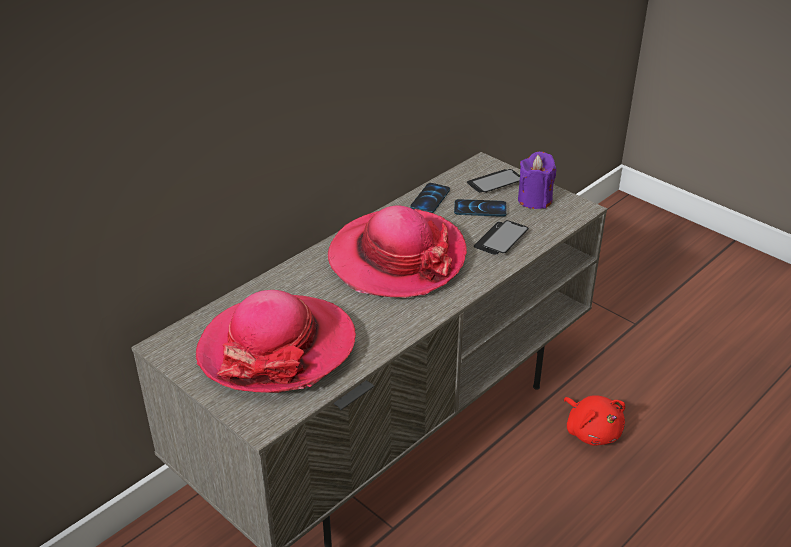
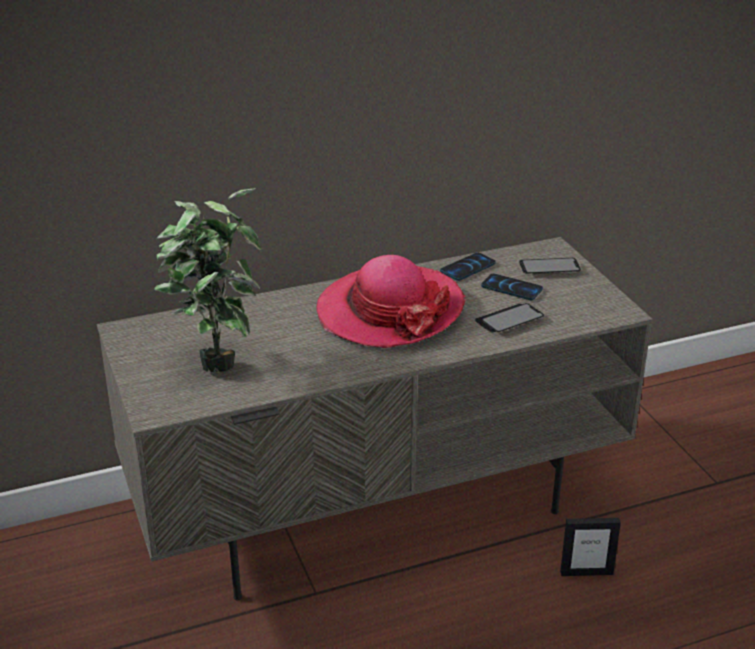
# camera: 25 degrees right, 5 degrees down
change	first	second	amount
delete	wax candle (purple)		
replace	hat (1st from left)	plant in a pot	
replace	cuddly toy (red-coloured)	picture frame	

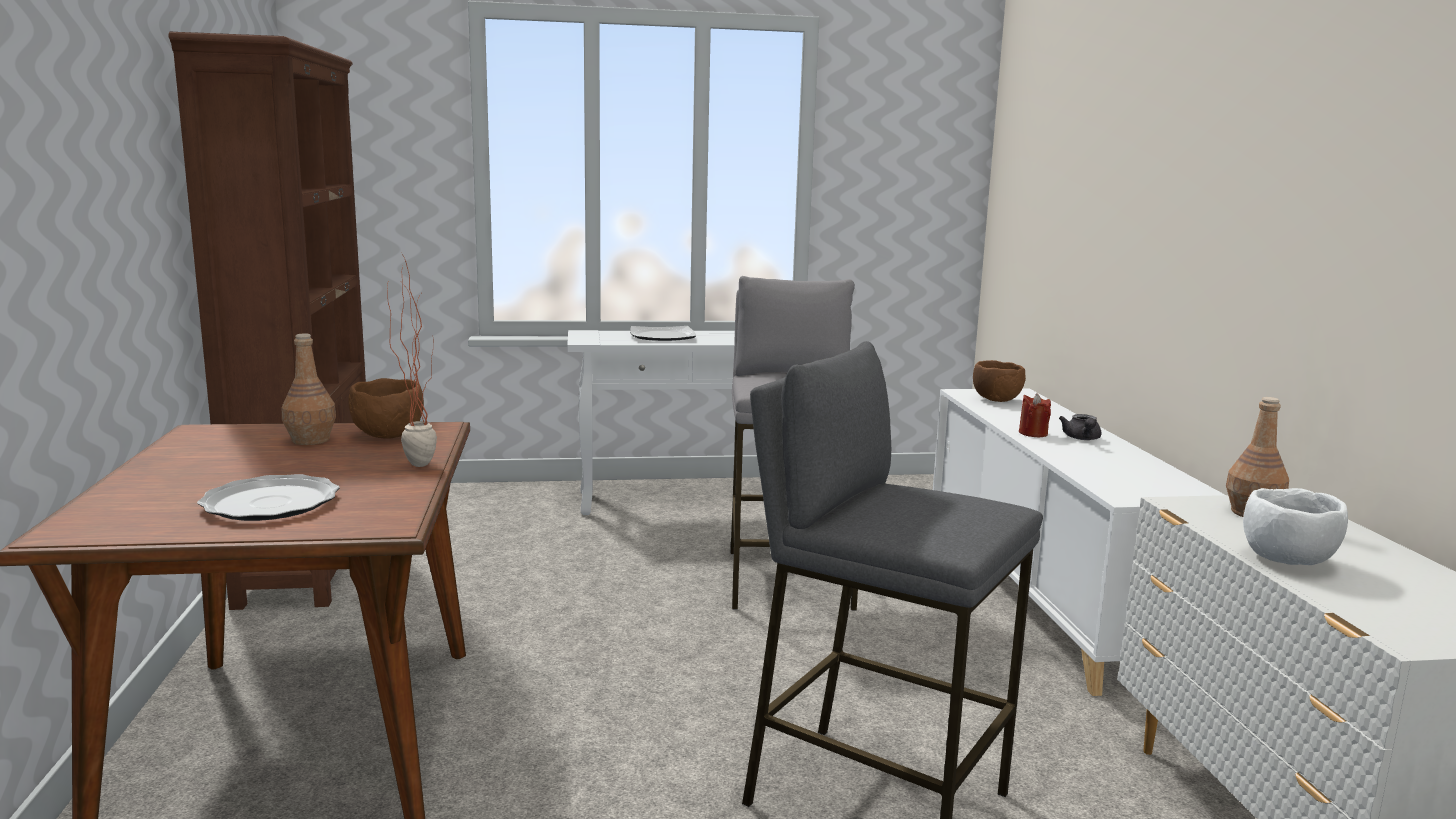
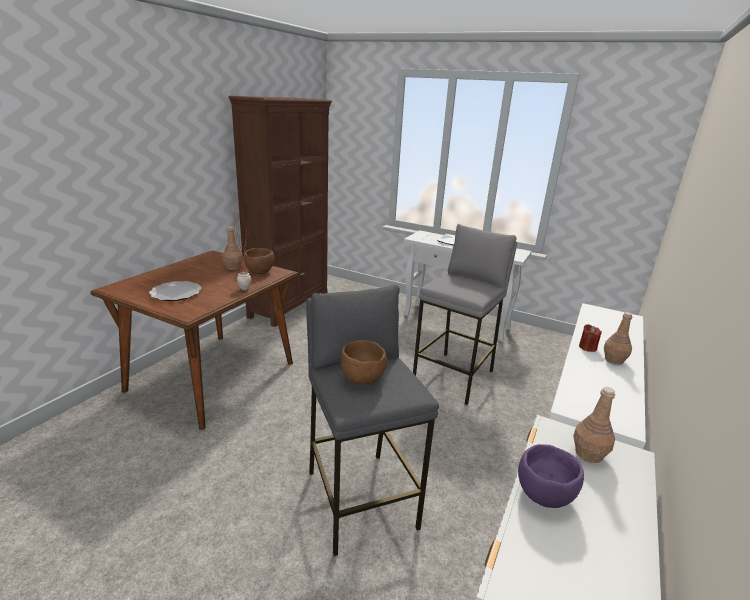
# camera: 35 degrees right, 10 degrees up
change	first	second	amount
move	deep dish (brown-coloured) (2nd from left)		
replace	teapot (grey)	beverage bottle (brown-coloured) (3rd from left)	
recolor	deep dish (white-coloured)	deep dish (purple)	

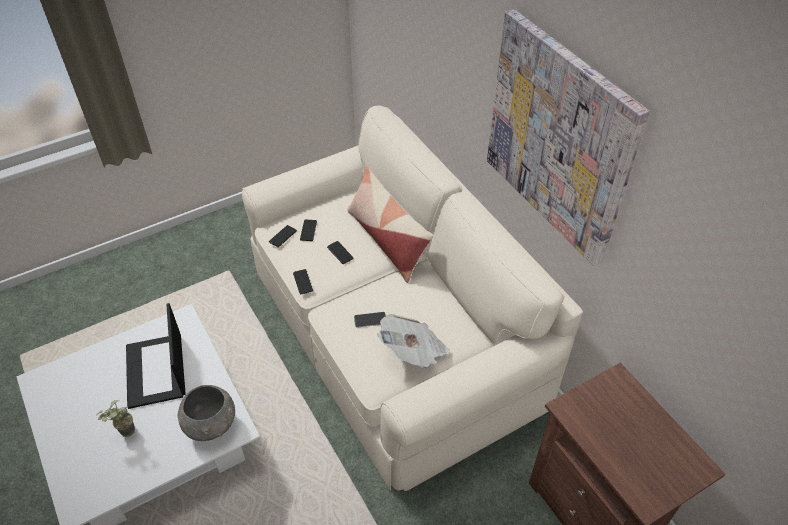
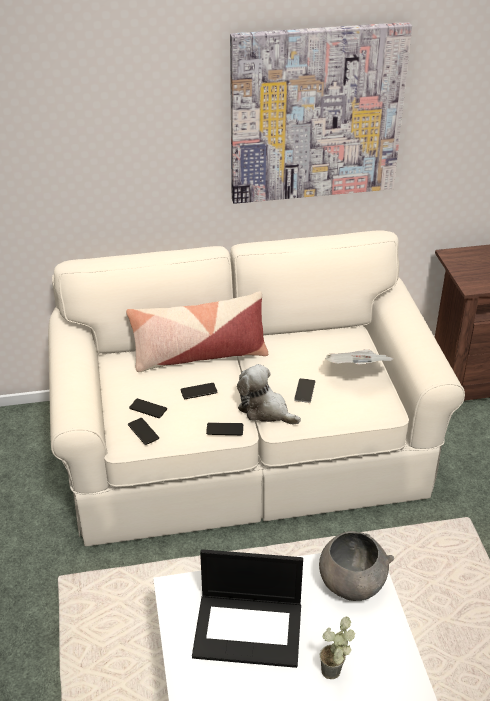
# camera: 70 degrees left, 10 degrees down
change	first	second	amount
insert		cuddly toy	

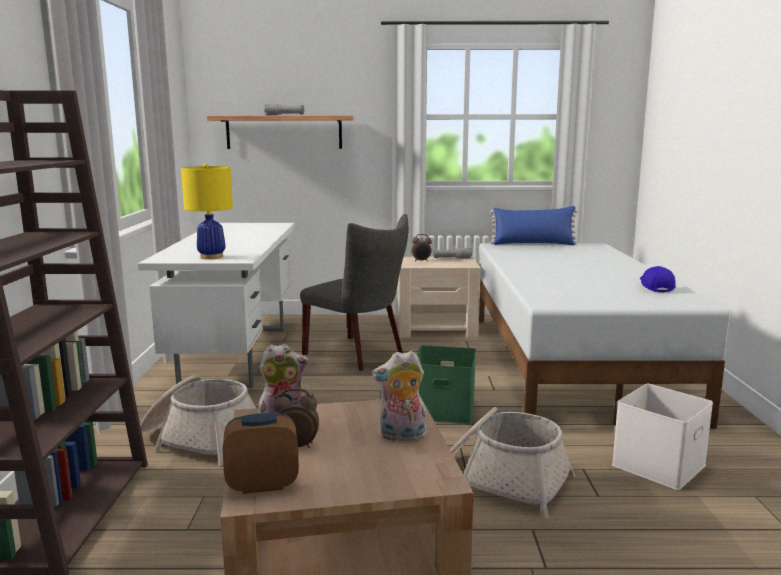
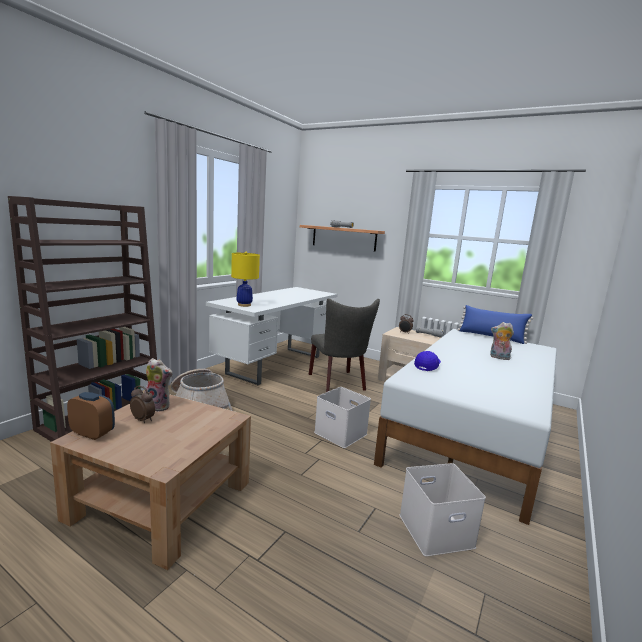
# camera: 30 degrees right, 0 degrees up
change	first	second	amount
delete	basket (2nd from left)		
move	cuddly toy (2nd from left)		
move	baseball cap (bluish)		
recolor	storage box (greenish)	storage box (white-coloured) (1st from left)	

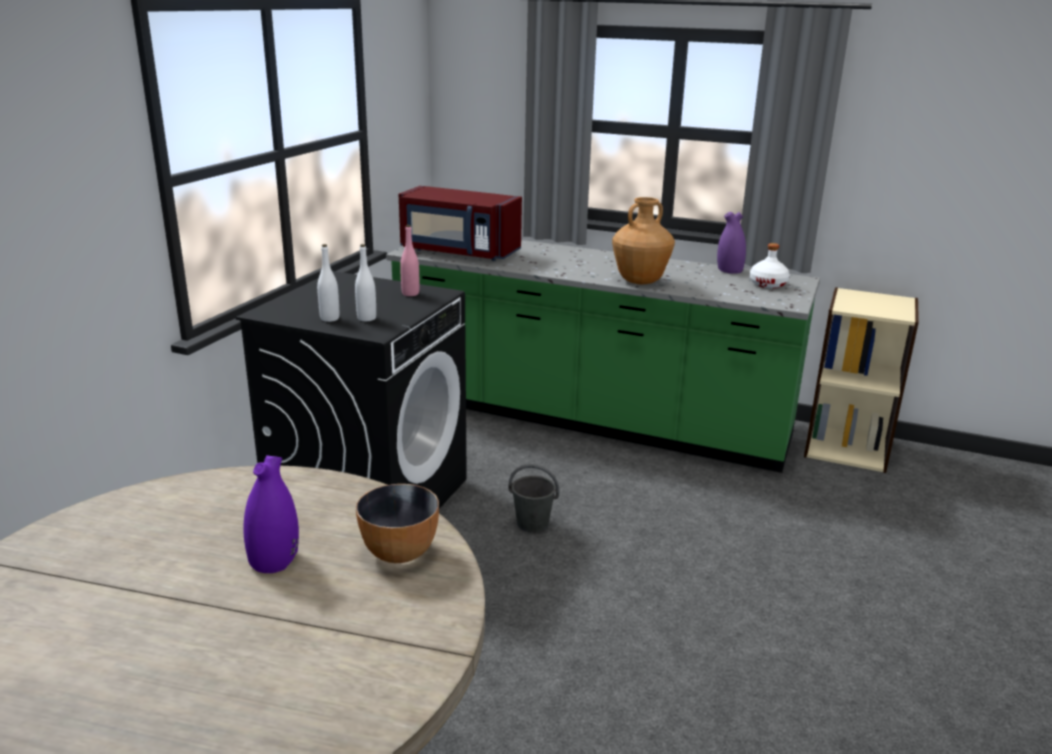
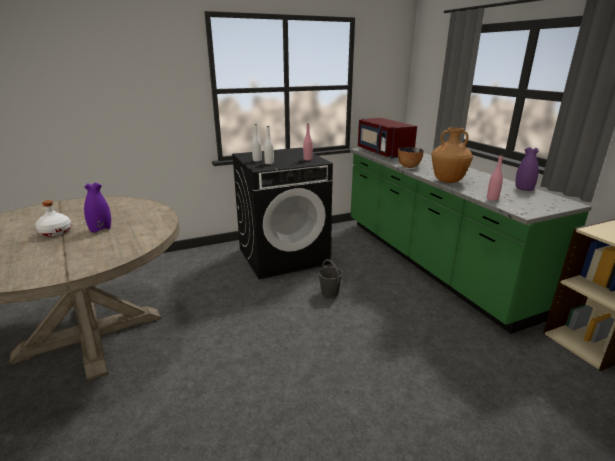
# camera: 45 degrees right, 0 degrees up
change	first	second	amount
insert		beverage bottle (pink) (2nd from left)	
move	deep dish		
move	beverage bottle (white-coloured) (3rd from left in the first image)	beverage bottle (white-coloured) (1st from left)	

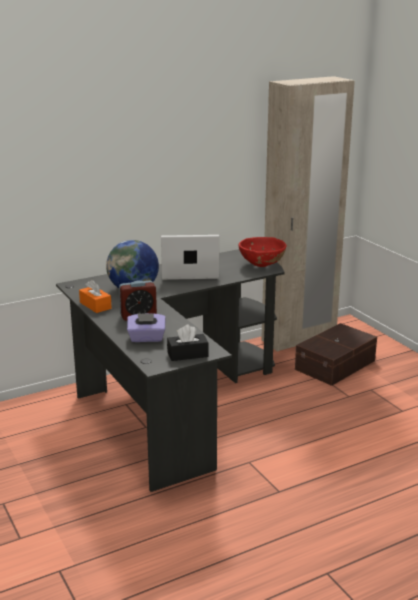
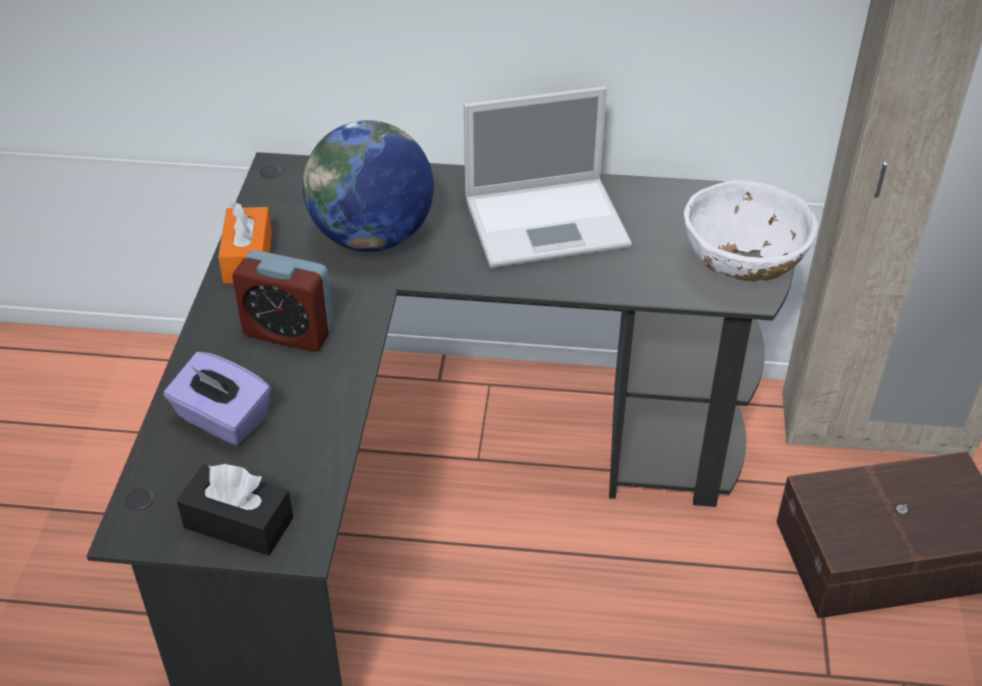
# camera: 35 degrees right, 20 degrees up
change	first	second	amount
recolor	deep dish (red-coloured)	deep dish (white-coloured)	
rotate	portable computer		135 degrees clockwise

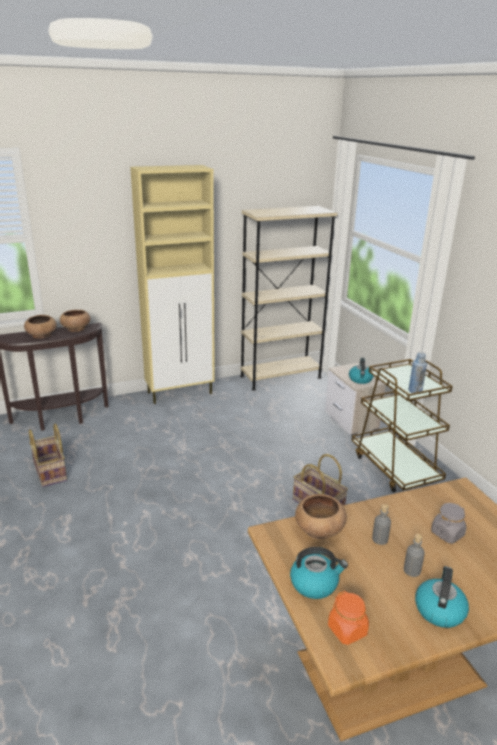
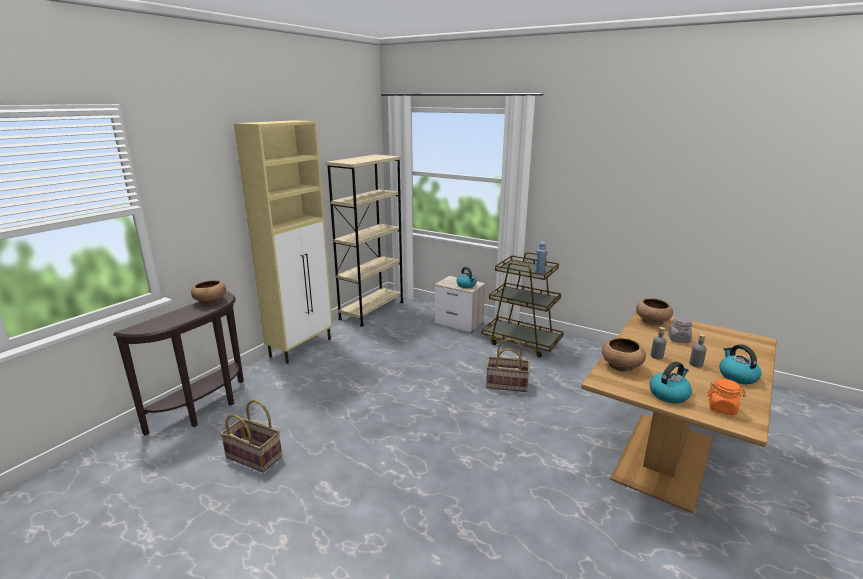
# camera: 35 degrees left, 5 degrees down
change	first	second	amount
move	deep dish (brown-coloured) (1st from left in the first image)	deep dish (brown-coloured) (3rd from left)	

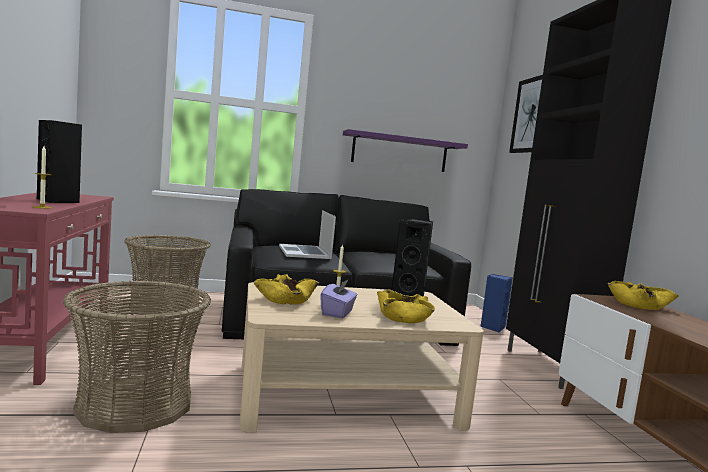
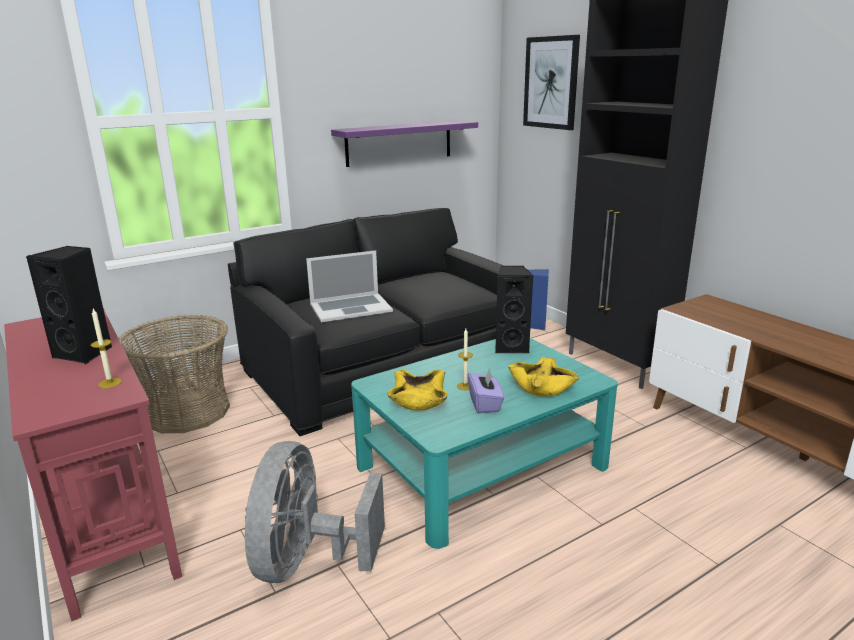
# camera: 20 degrees left, 15 degrees up
change	first	second	amount
delete	deep dish (yellowish) (3rd from left)		
replace	basket (1st from left)	electric fan (grey)	
recolor	low table (beige)	low table (blue-green)	
rotate	portable computer		75 degrees counterclockwise

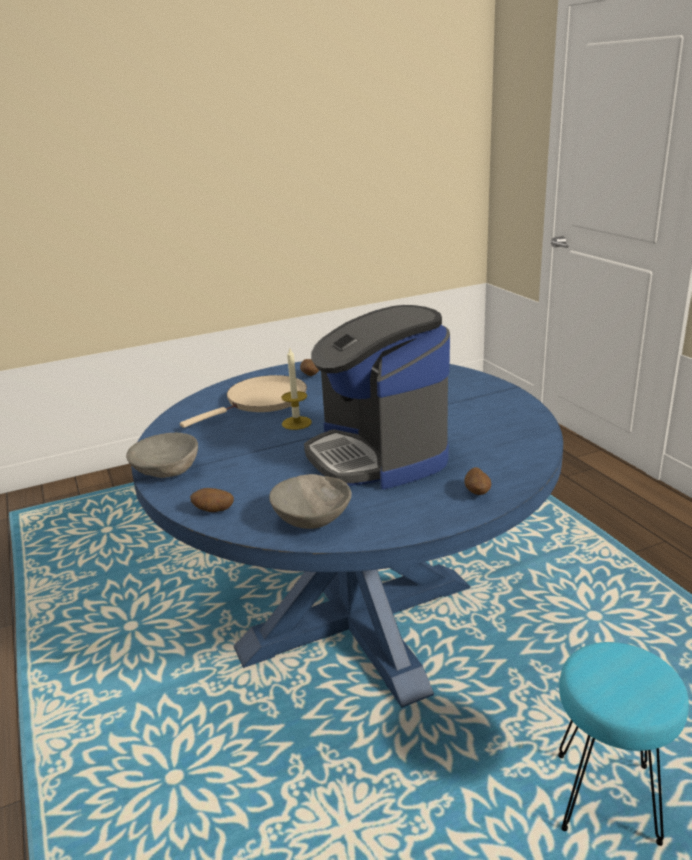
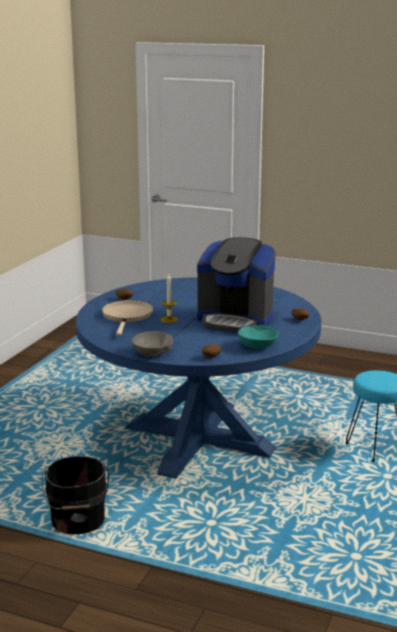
# camera: 45 degrees left, 5 degrees down
change	first	second	amount
insert		water bucket (blackish)	
recolor	deep dish (grey) (2nd from left)	deep dish (blue-green)	

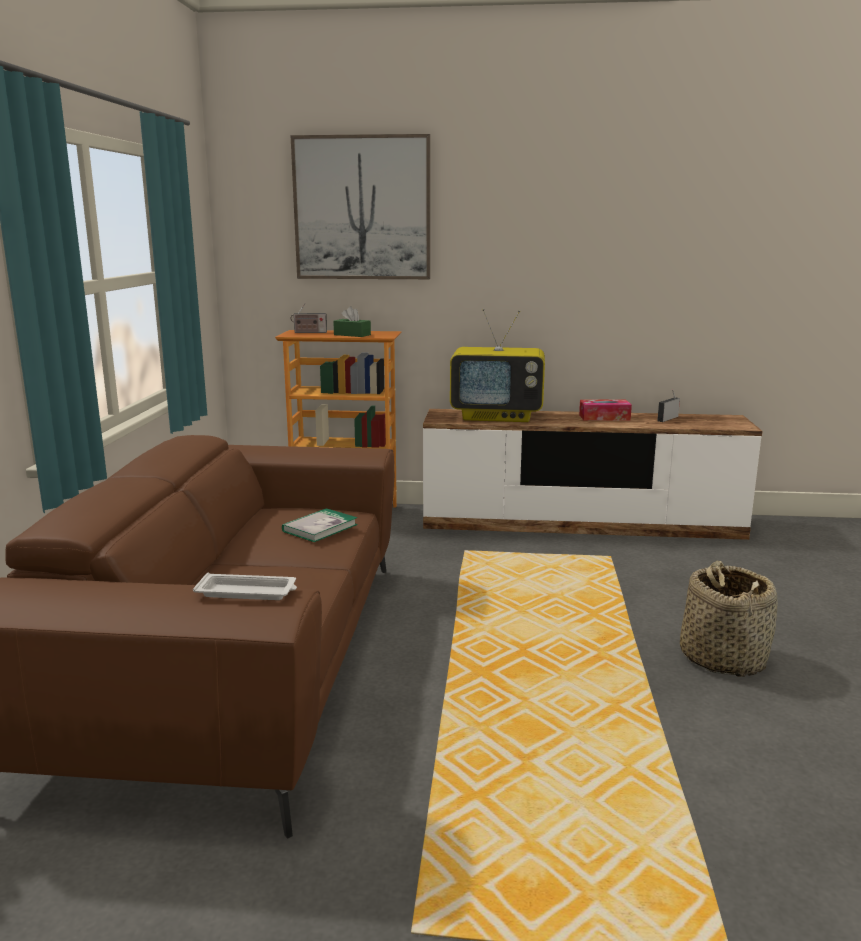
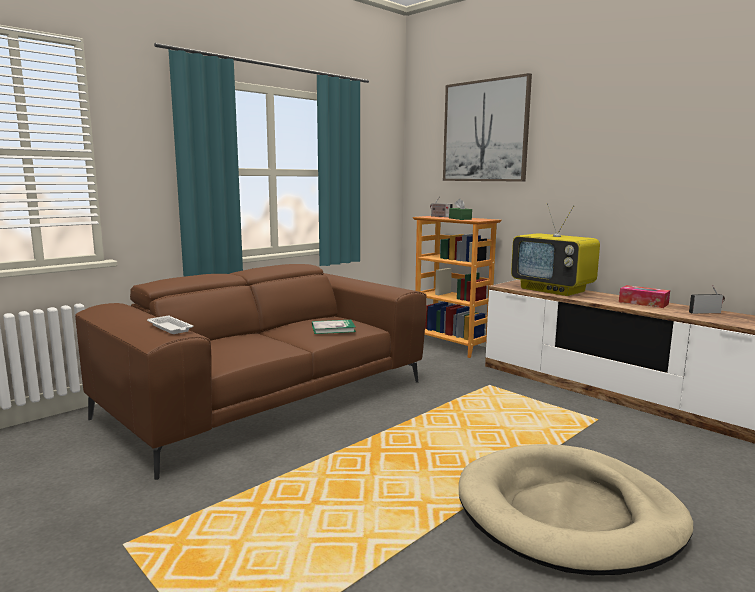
# camera: 40 degrees right, 5 degrees down
change	first	second	amount
replace	basket	dog cushion (beige)	

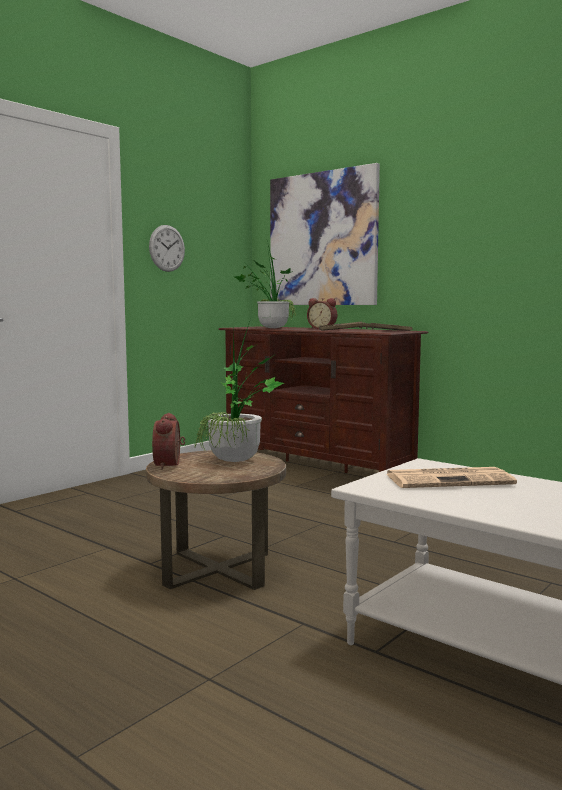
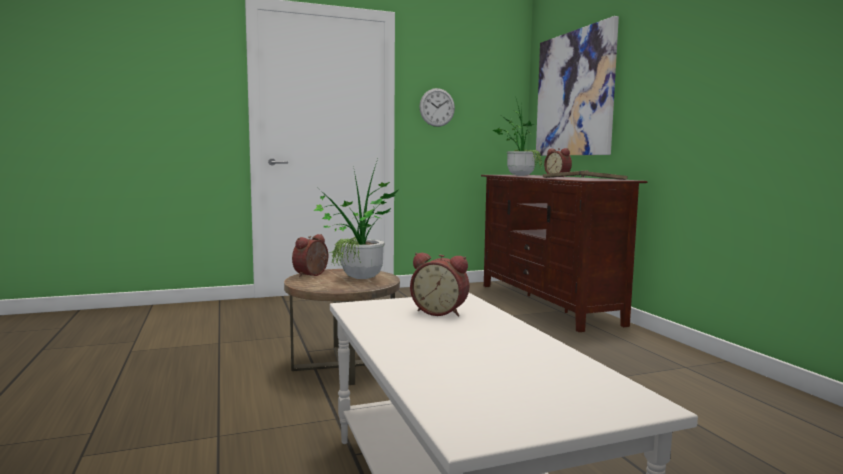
# camera: 30 degrees right, 0 degrees up
change	first	second	amount
replace	daily paper	bedside clock (2nd from left)	

